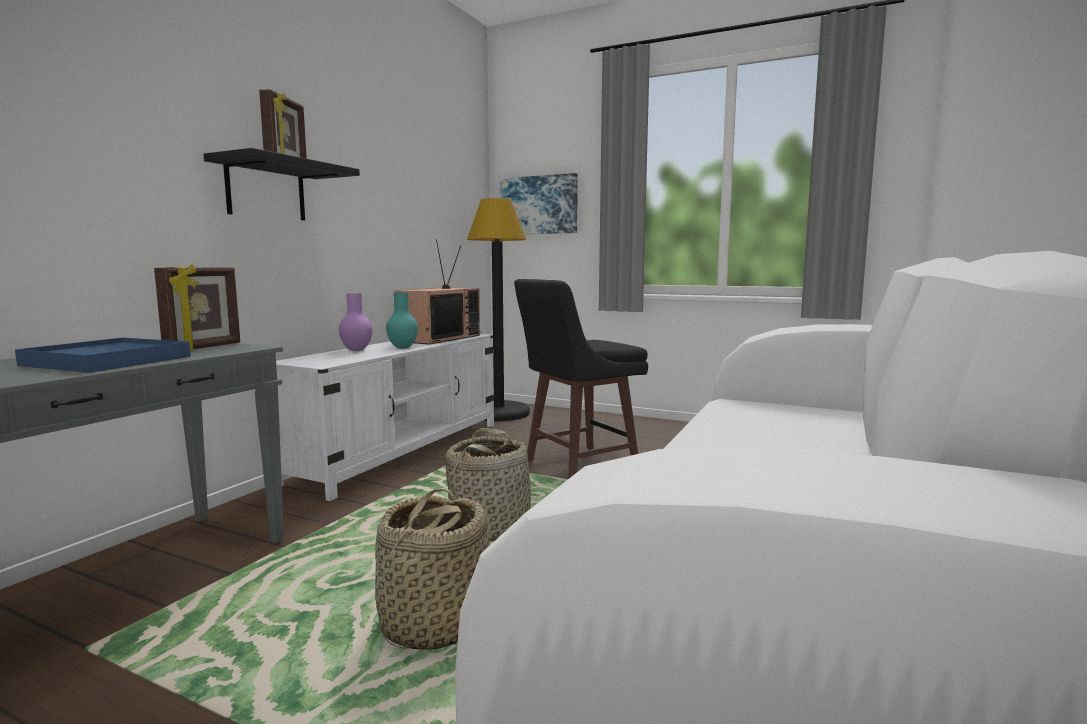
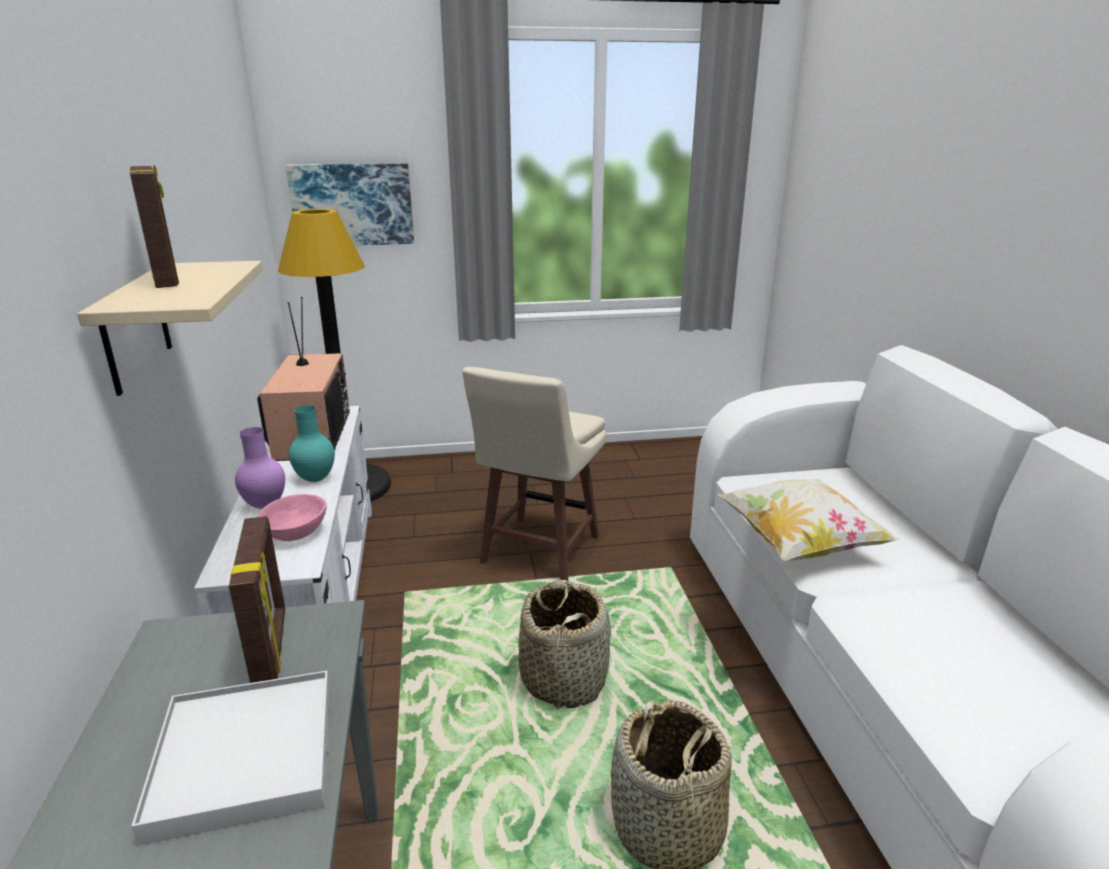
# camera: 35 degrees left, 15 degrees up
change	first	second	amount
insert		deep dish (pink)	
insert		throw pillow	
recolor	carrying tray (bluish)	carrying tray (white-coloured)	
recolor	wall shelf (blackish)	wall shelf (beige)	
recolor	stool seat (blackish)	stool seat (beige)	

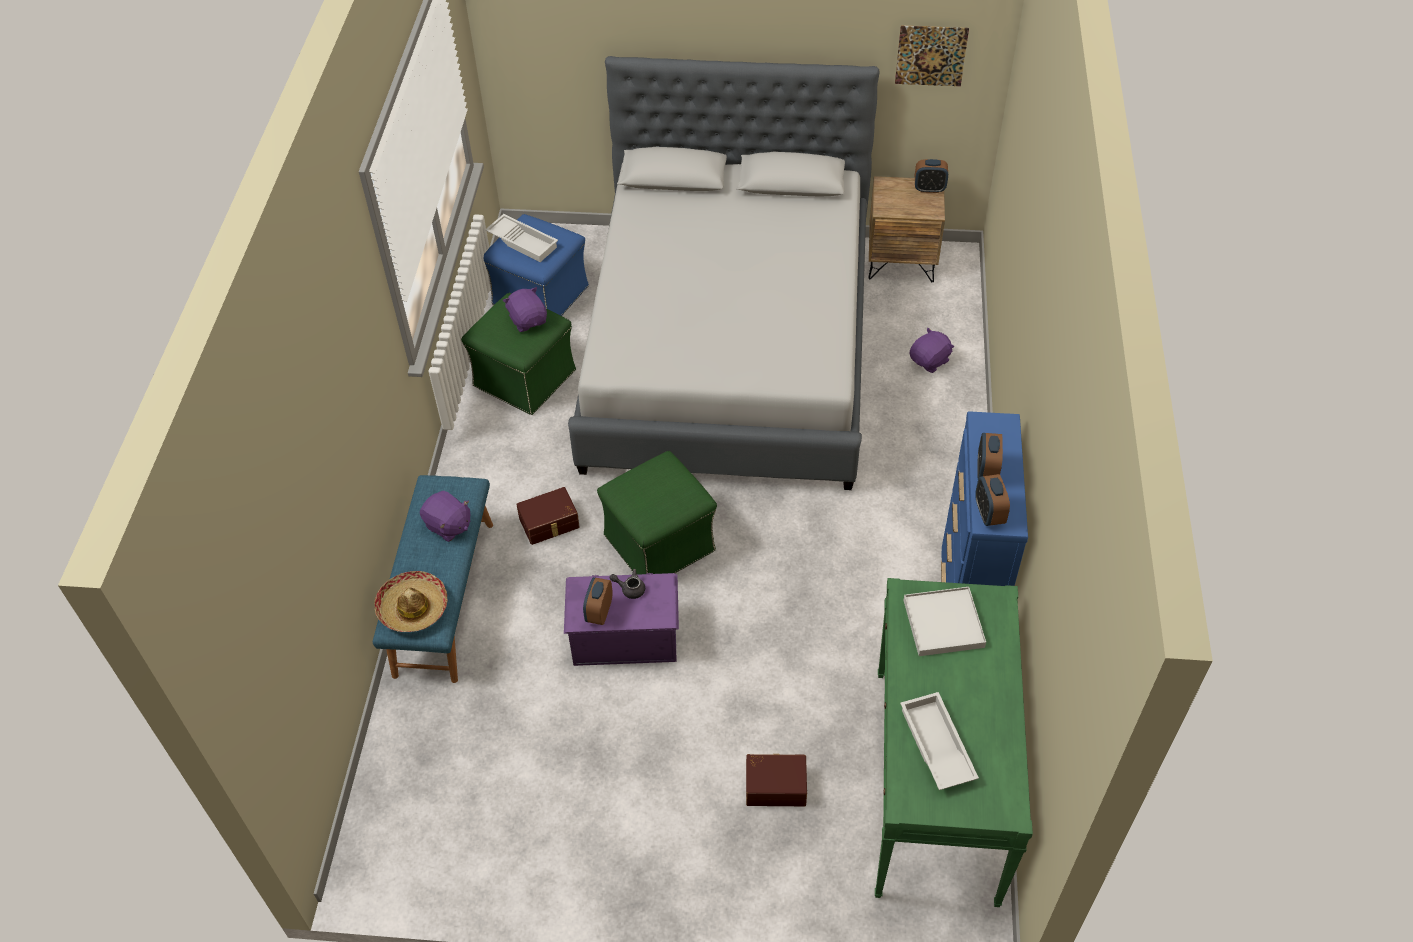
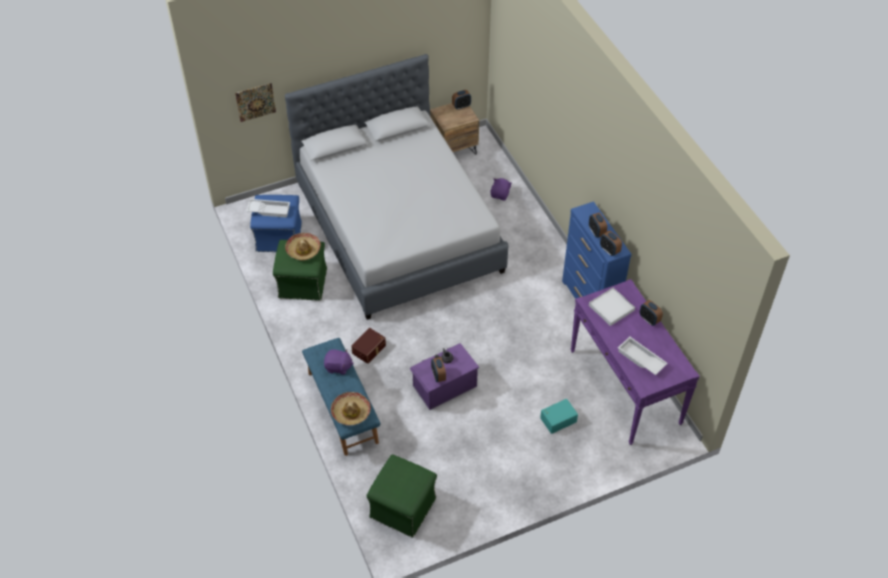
# camera: 30 degrees left, 0 degrees up
change	first	second	amount
insert		bedside clock (5th from left)	
move	ottoman (greenish) (2nd from left)		
move	wall picture		
replace	cuddly toy (purple) (2nd from left)	hat (1st from left)	
recolor	storage box (brown-coloured) (2nd from left)	storage box (blue-green)	
recolor	console table (greenish)	console table (purple)	

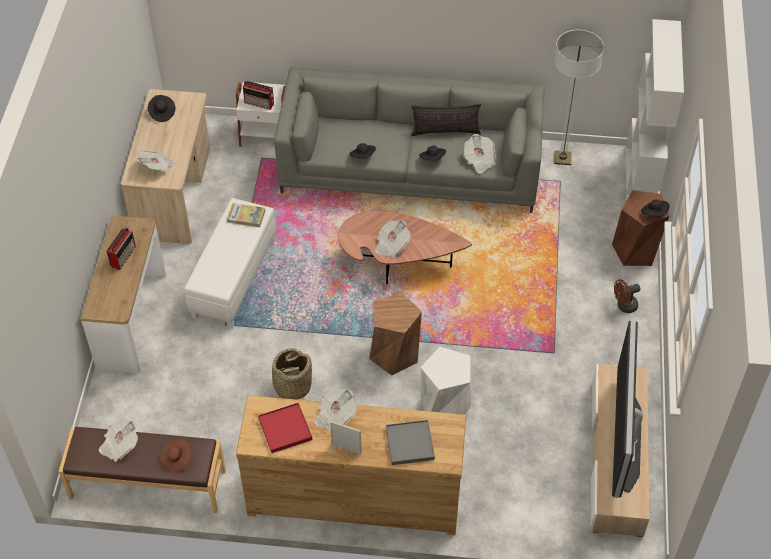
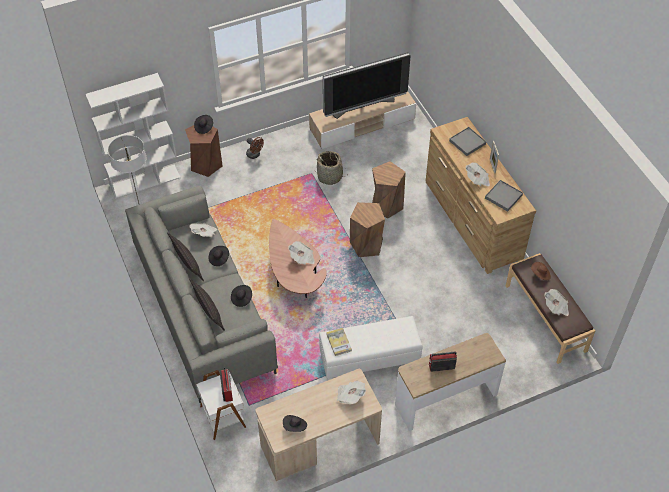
# camera: 120 degrees left, 0 degrees up
change	first	second	amount
insert		throw pillow (2nd from left)	
move	basket		
recolor	carrying tray (red-coloured)	carrying tray (grey) (2nd from left)	
recolor	stool seat (white-coloured)	stool seat (brown-coloured) (3rd from left)	

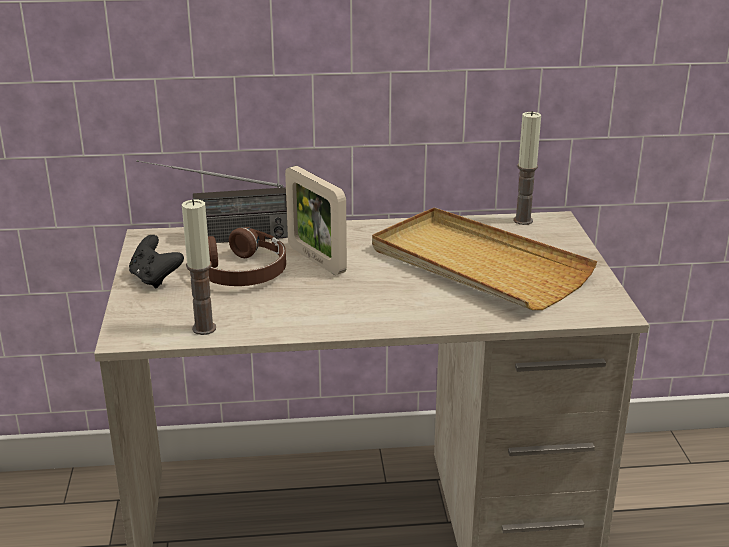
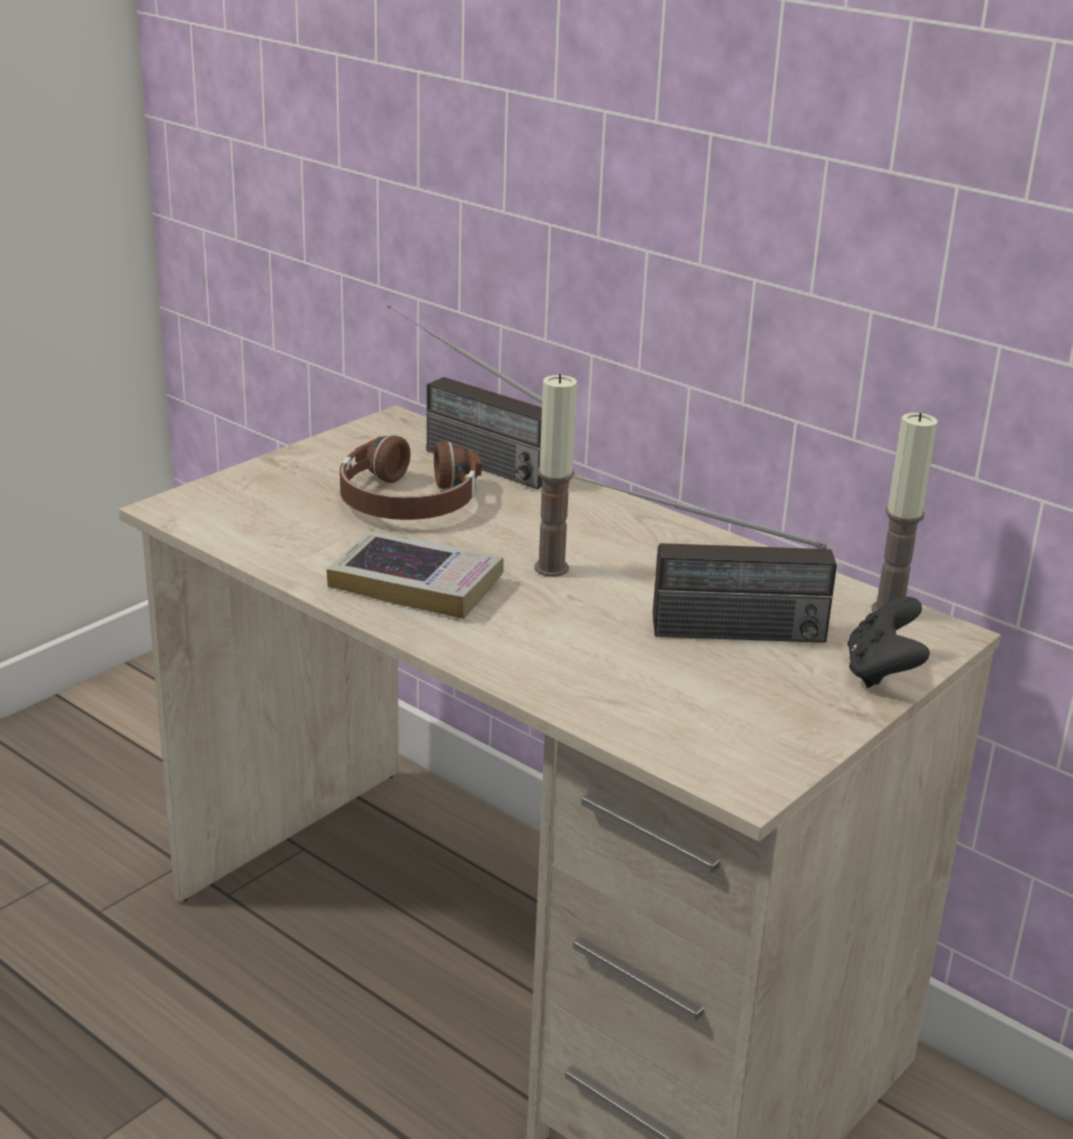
# camera: 45 degrees right, 0 degrees up
change	first	second	amount
delete	picture frame		
insert		volume	
move	game controller (blackish)		
move	wax candle (1st from left)		
replace	carrying tray (beige)	radio receiver (2nd from left)	

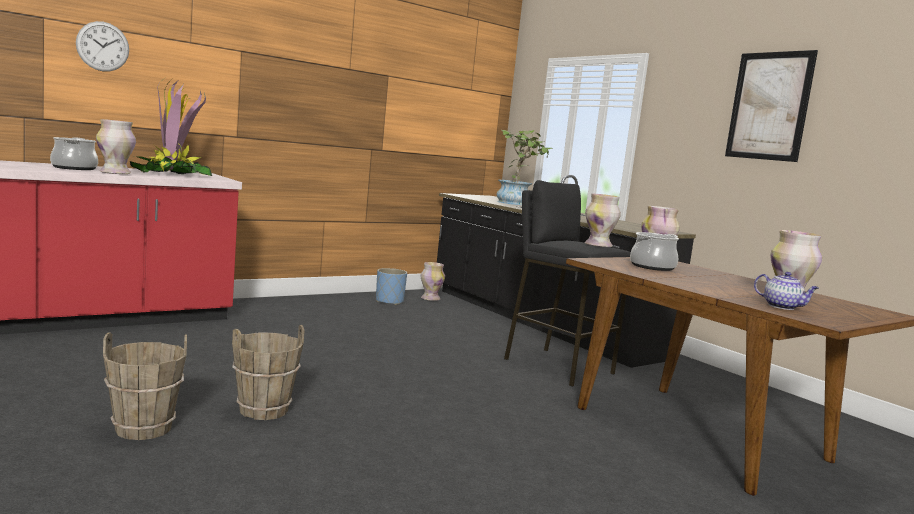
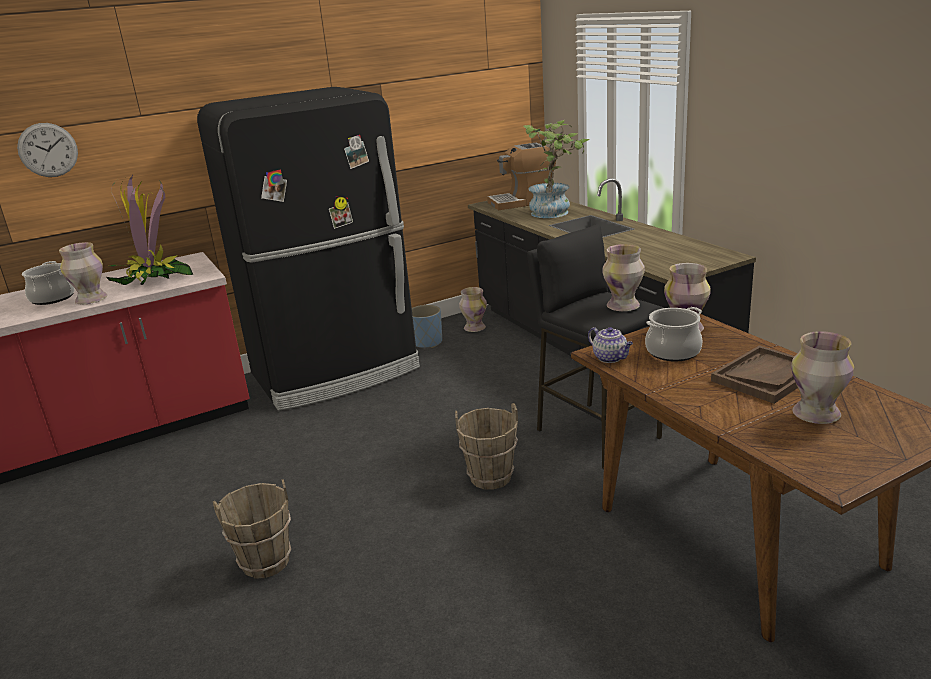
# camera: 10 degrees right, 15 degrees up
change	first	second	amount
delete	wall picture		
insert		kitchen fridge (blackish)	
insert		coffee maker	
insert		carrying tray (brown-coloured)	
move	water bucket (brown-coloured) (1st from left in the first image)	water bucket (brown-coloured) (2nd from left)	
move	teapot		

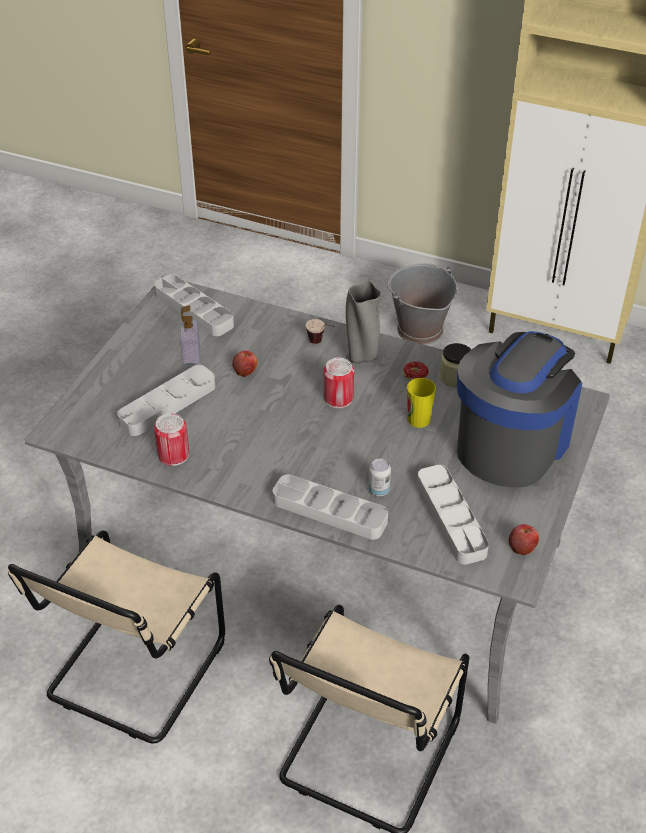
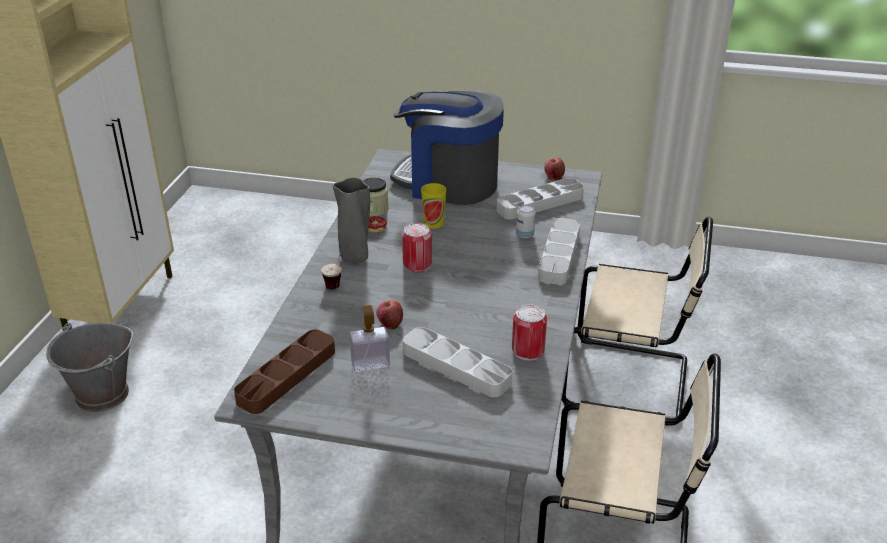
# camera: 100 degrees left, 10 degrees down
change	first	second	amount
recolor	carrying tray (grey) (2nd from left)	carrying tray (brown-coloured)	

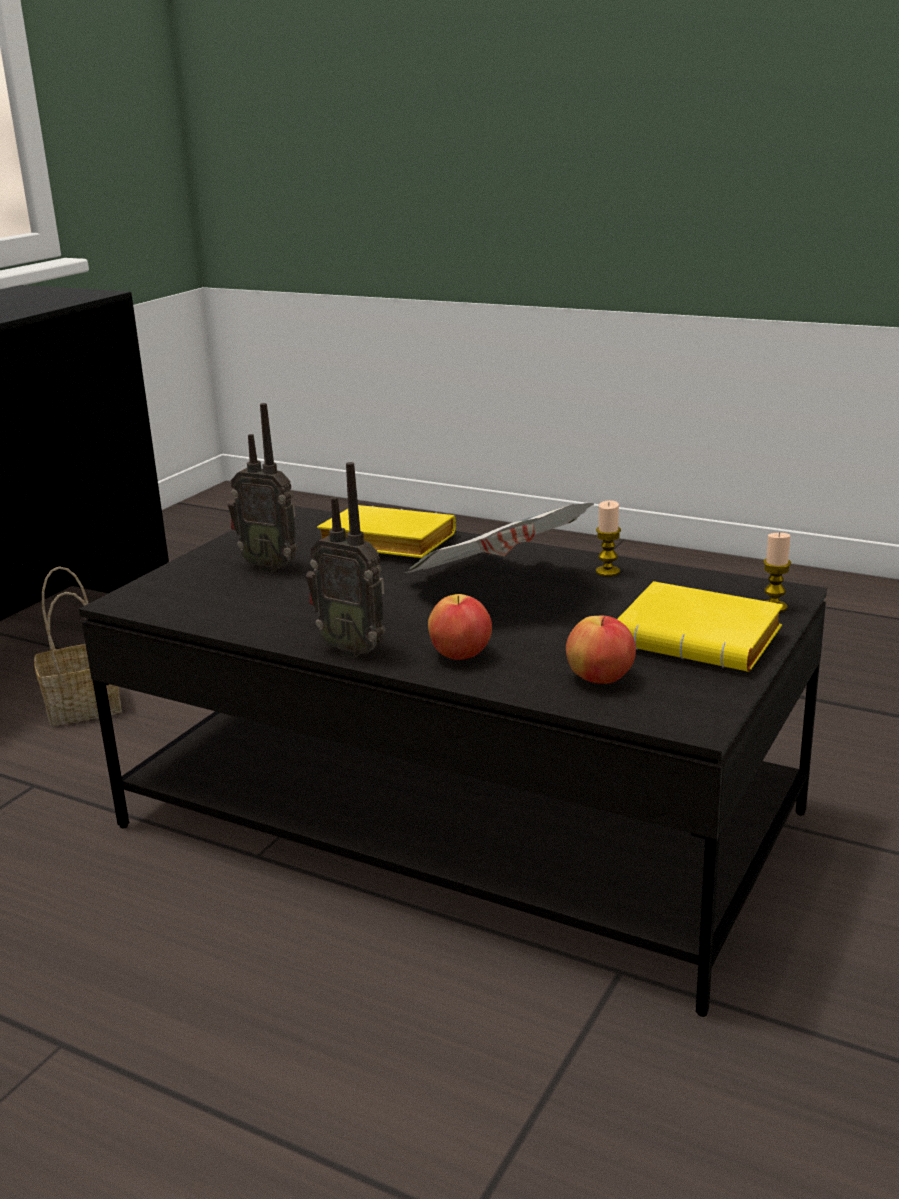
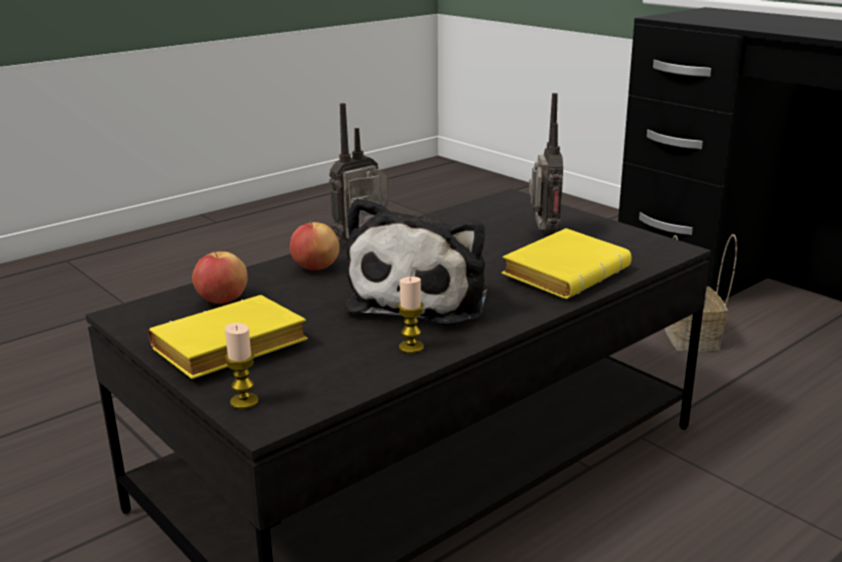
# camera: 110 degrees right, 0 degrees up
change	first	second	amount
replace	daily paper	cuddly toy	
rotate	radio receiver (1st from left in the first image)	radio receiver (2nd from left)	135 degrees clockwise

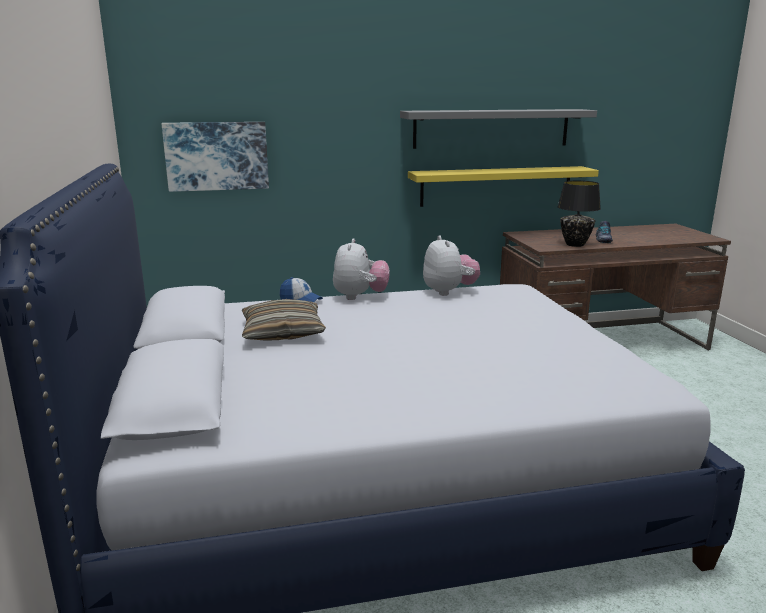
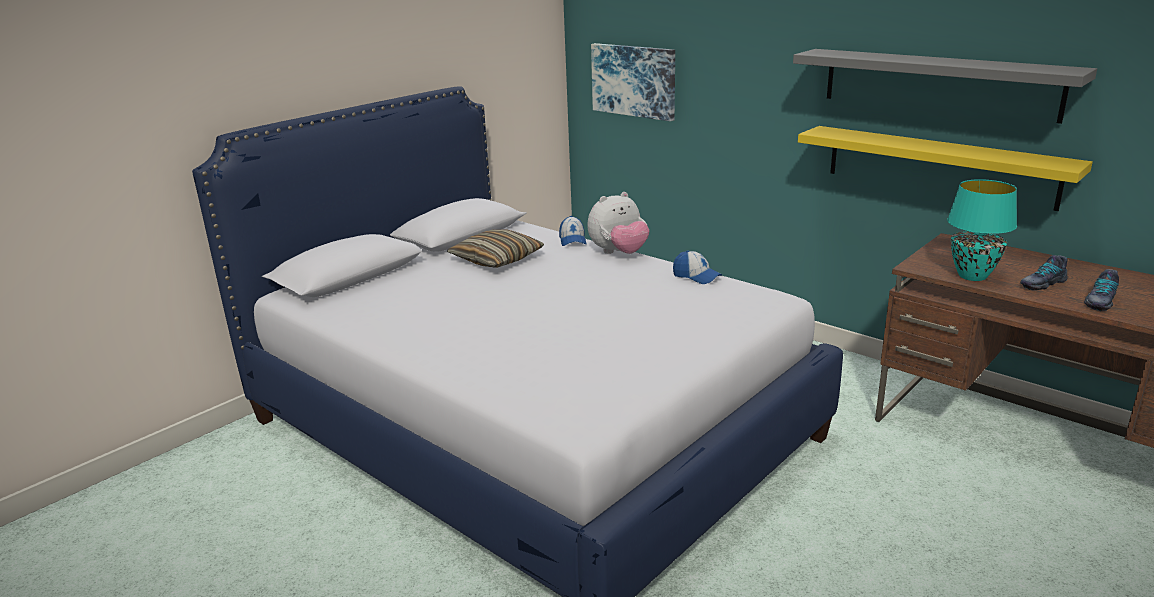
# camera: 55 degrees right, 5 degrees up
change	first	second	amount
insert		low shoe (2nd from left)	
replace	cuddly toy (2nd from left)	baseball cap (2nd from left)	
recolor	table lamp (blackish)	table lamp (blue-green)	

